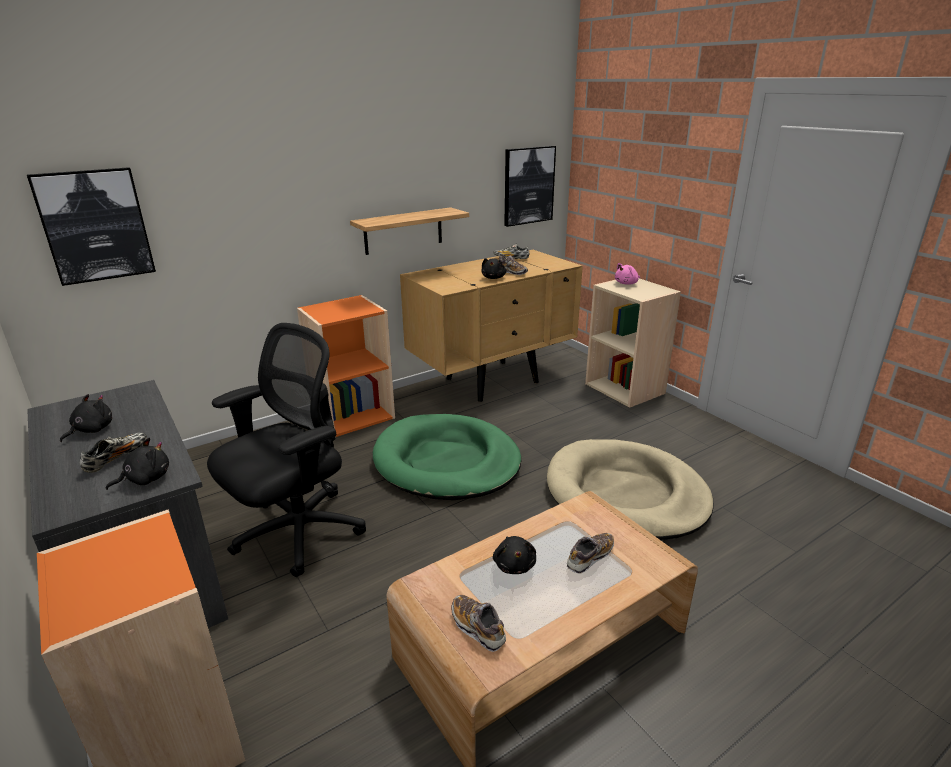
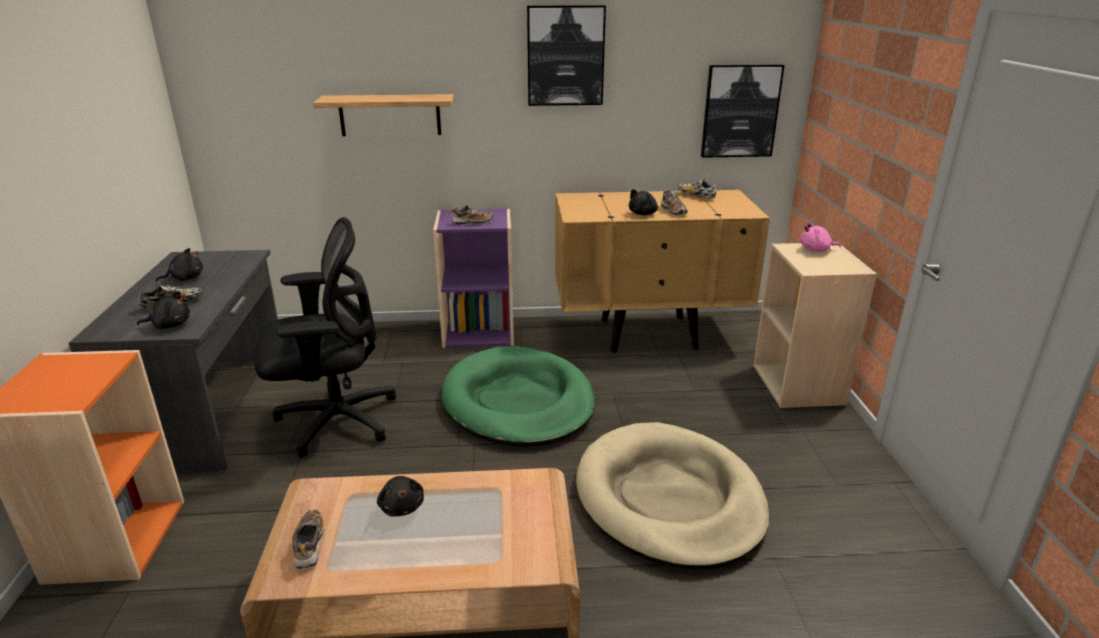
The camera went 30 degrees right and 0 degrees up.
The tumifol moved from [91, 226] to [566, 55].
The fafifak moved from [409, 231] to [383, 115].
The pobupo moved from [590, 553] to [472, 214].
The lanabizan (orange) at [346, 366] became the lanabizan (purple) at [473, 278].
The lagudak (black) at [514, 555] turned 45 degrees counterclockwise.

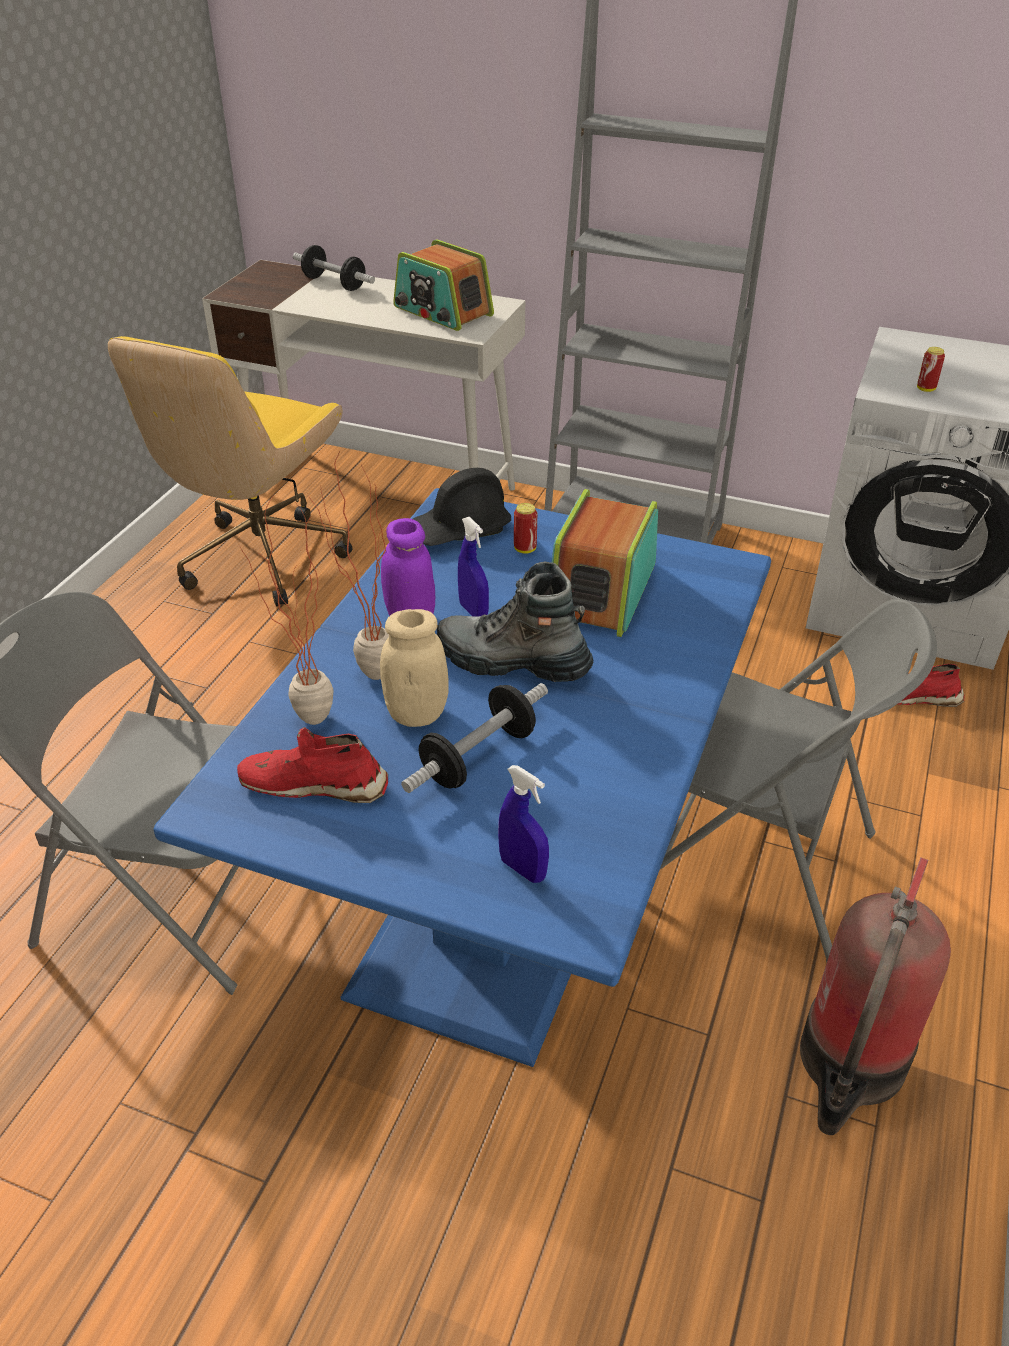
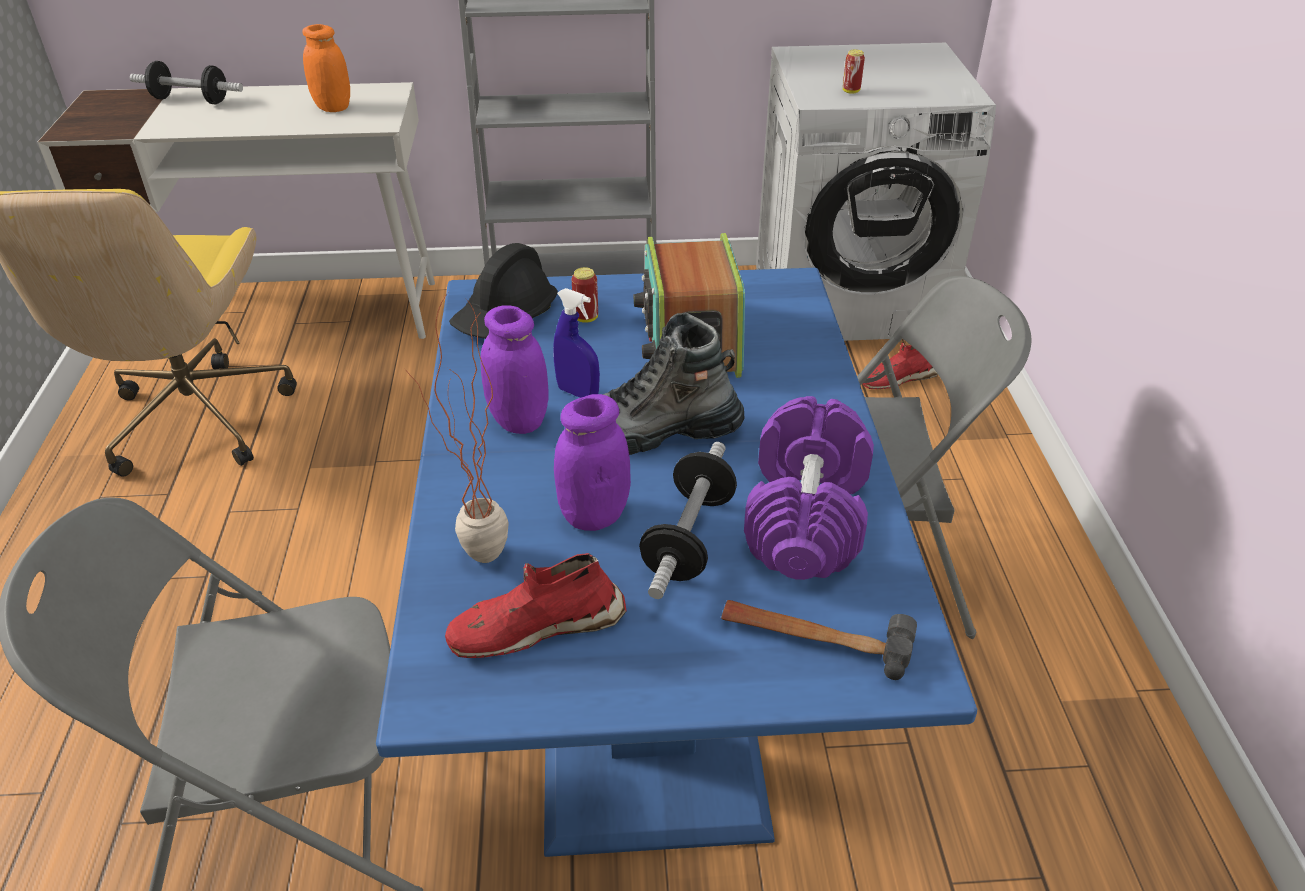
The camera went 25 degrees left and 0 degrees up.
The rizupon at [349, 565] disappeared.
The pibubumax at [875, 996] disappeared.
The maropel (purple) at [809, 488] appeared.
The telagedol at [443, 285] was replaced by the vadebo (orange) at [326, 68].
The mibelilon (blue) at [523, 824] was replaced by the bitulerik at [819, 640].
The vadebo (beige) at [414, 668] became the vadebo (purple) at [592, 462].

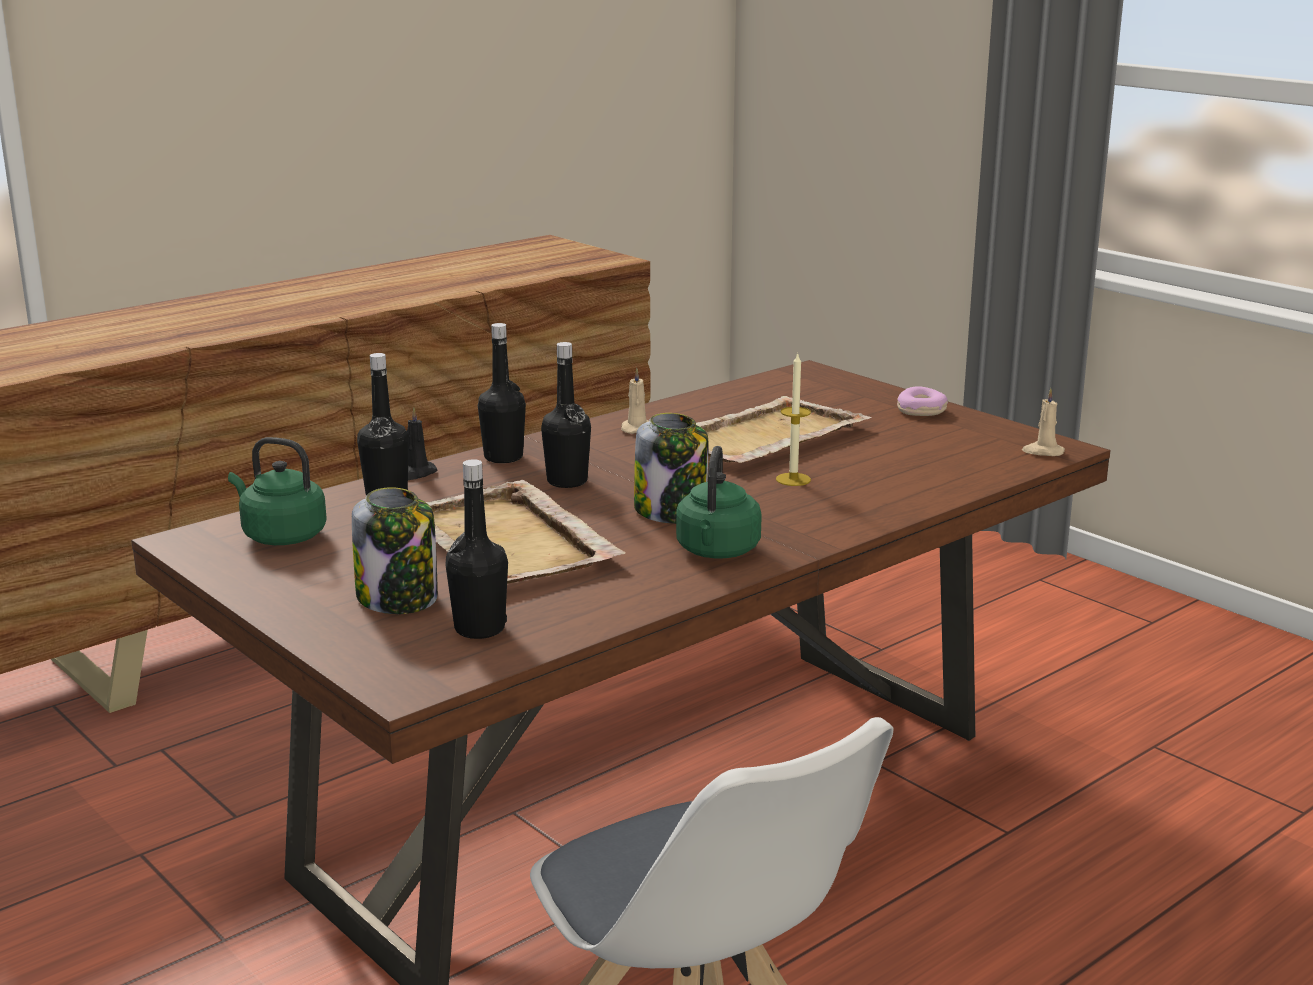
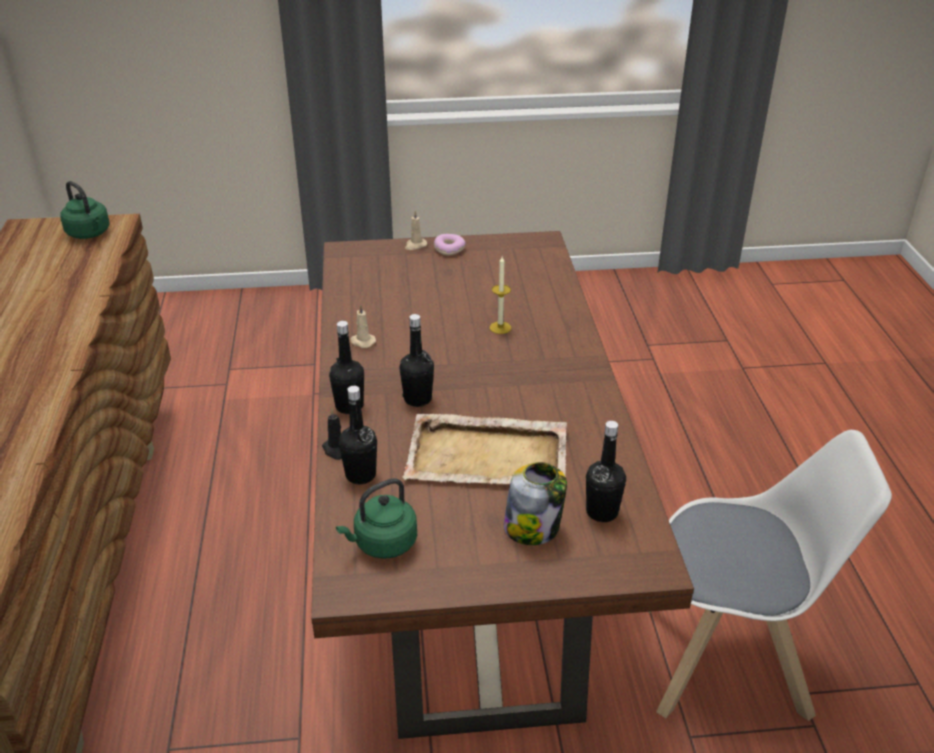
The camera went 55 degrees left and 15 degrees up.
The vadebo at [671, 468] disappeared.
The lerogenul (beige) at [784, 429] disappeared.
The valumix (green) moved from [719, 502] to [85, 210].
The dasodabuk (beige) moved from [1043, 422] to [416, 230].

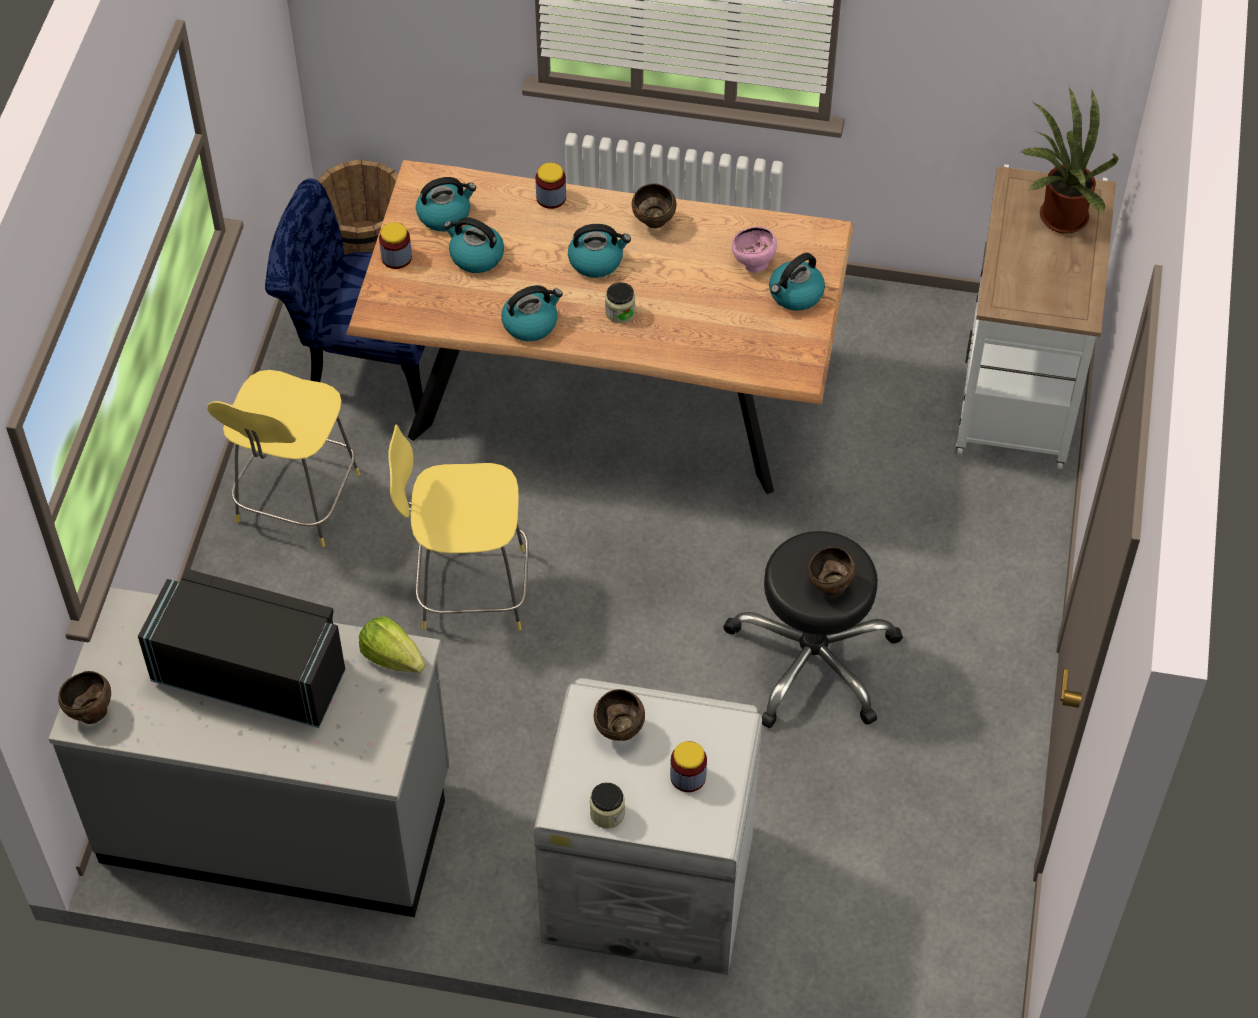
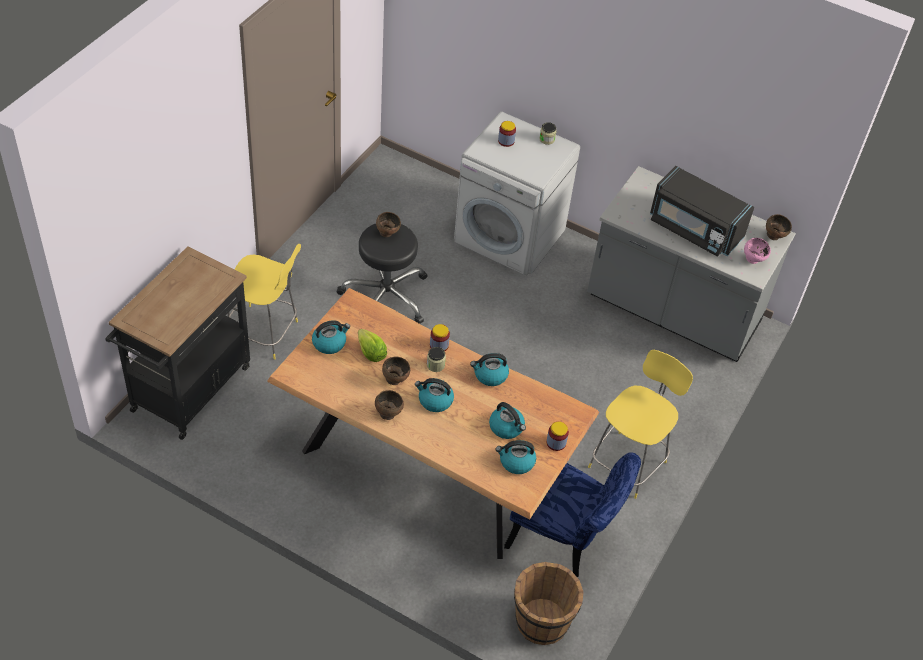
The camera went 165 degrees left and 5 degrees down.
The rizupon at [1068, 160] disappeared.
The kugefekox moved from [392, 644] to [372, 345].
The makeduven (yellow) moved from [458, 527] to [264, 301].
The vadebo moved from [550, 186] to [440, 337].
The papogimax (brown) moved from [619, 715] to [396, 371].
The papogimax (pink) moved from [754, 250] to [757, 251].
The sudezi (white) at [1035, 316] became the sudezi (black) at [177, 343].

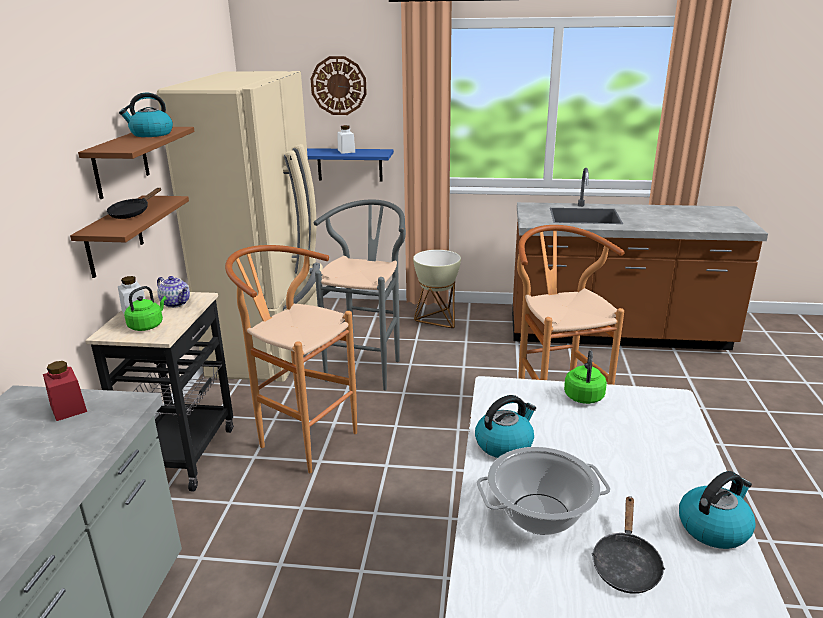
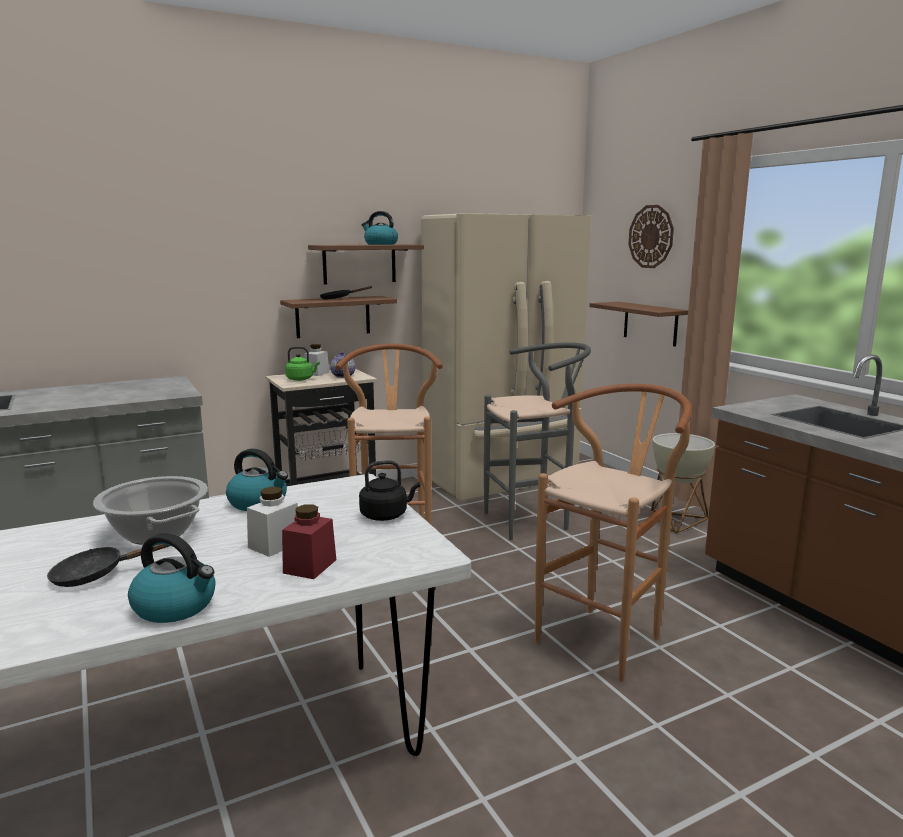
The camera went 55 degrees right and 10 degrees down.
The vadebo (red) moved from [65, 391] to [309, 541].
The vadebo (white) moved from [346, 139] to [272, 522].
The fafifak (blue) at [350, 164] became the fafifak (brown) at [638, 324].
The valumix (green) at [585, 377] became the valumix (black) at [389, 491].

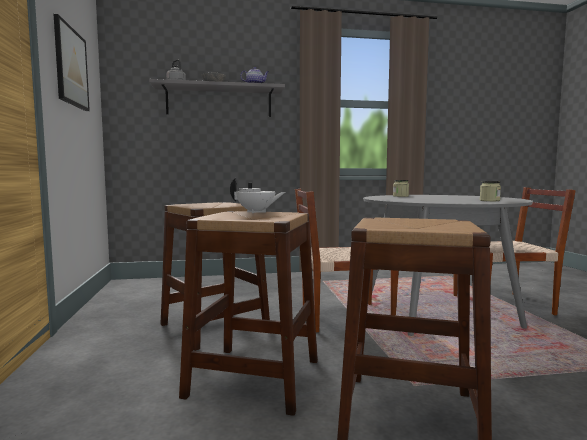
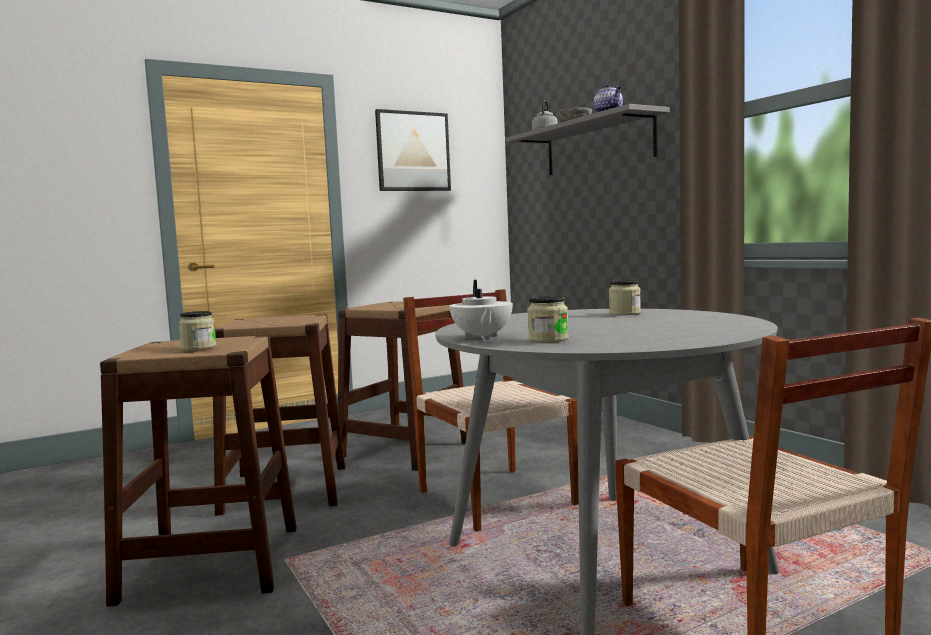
The camera went 70 degrees right and 0 degrees up.
The vadebo at [197, 330] appeared.
The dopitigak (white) moved from [257, 195] to [481, 310].

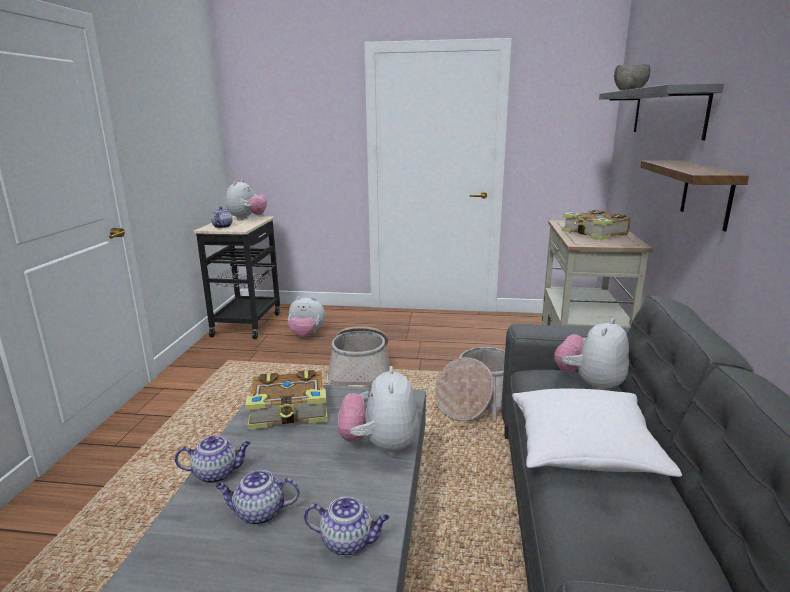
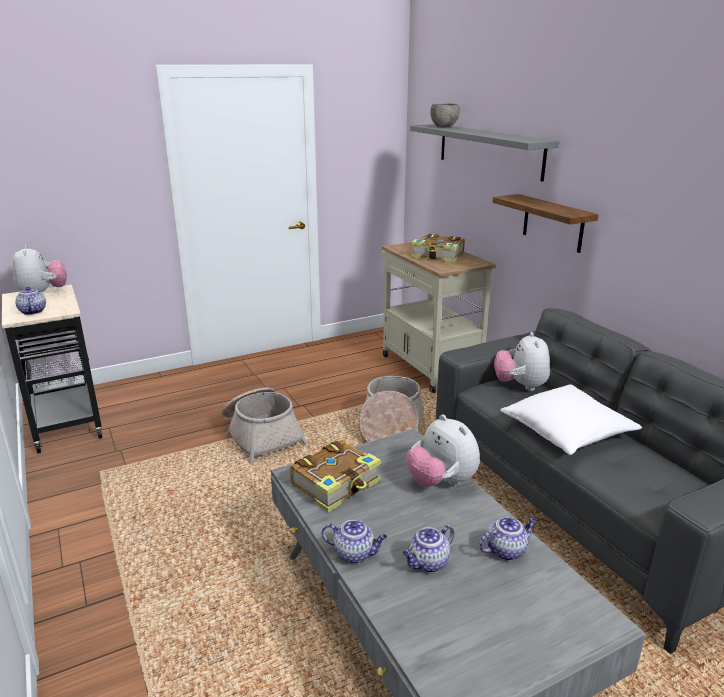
The camera went 35 degrees left and 5 degrees up.
The lagudak at [306, 317] disappeared.
The dopitigak at [213, 459] turned 60 degrees clockwise.

